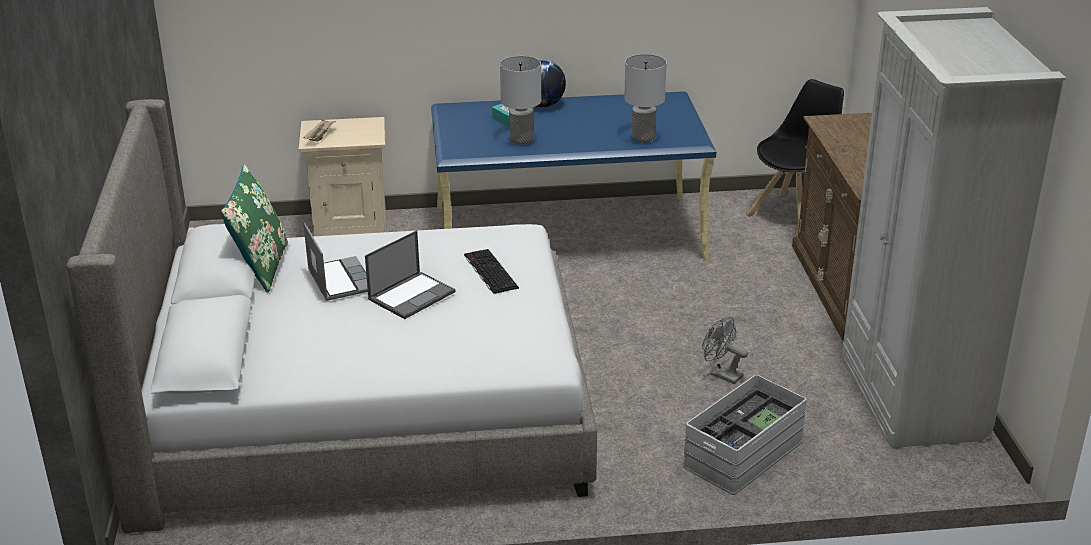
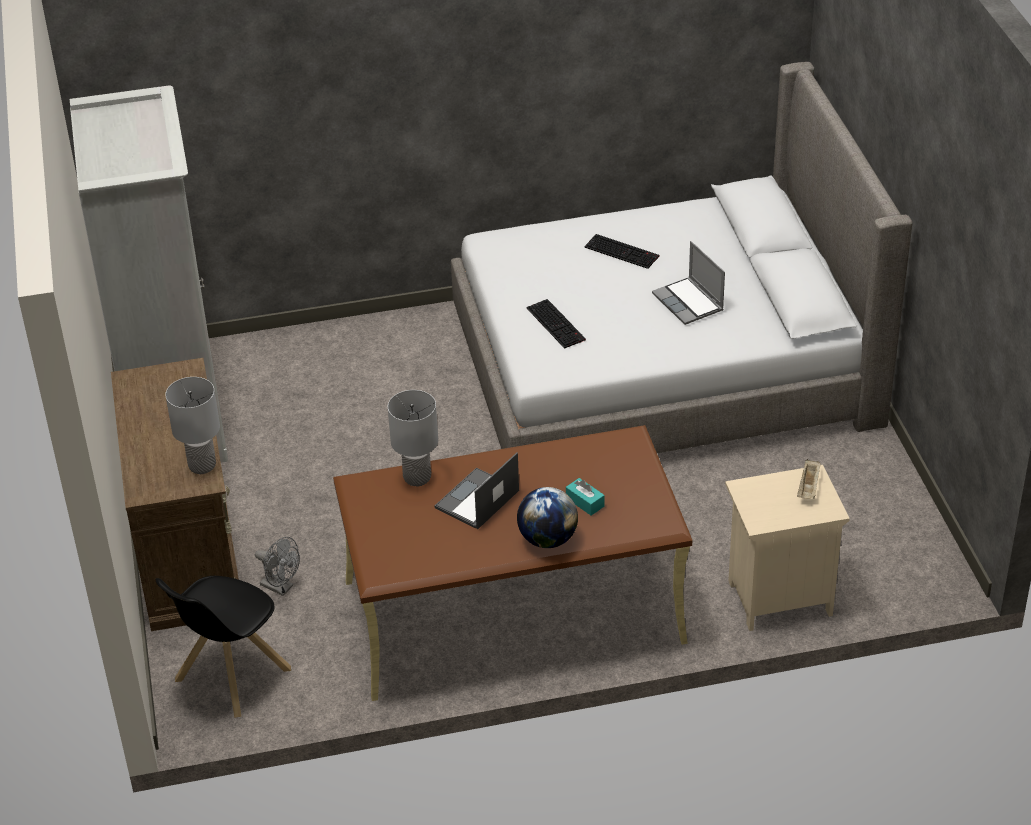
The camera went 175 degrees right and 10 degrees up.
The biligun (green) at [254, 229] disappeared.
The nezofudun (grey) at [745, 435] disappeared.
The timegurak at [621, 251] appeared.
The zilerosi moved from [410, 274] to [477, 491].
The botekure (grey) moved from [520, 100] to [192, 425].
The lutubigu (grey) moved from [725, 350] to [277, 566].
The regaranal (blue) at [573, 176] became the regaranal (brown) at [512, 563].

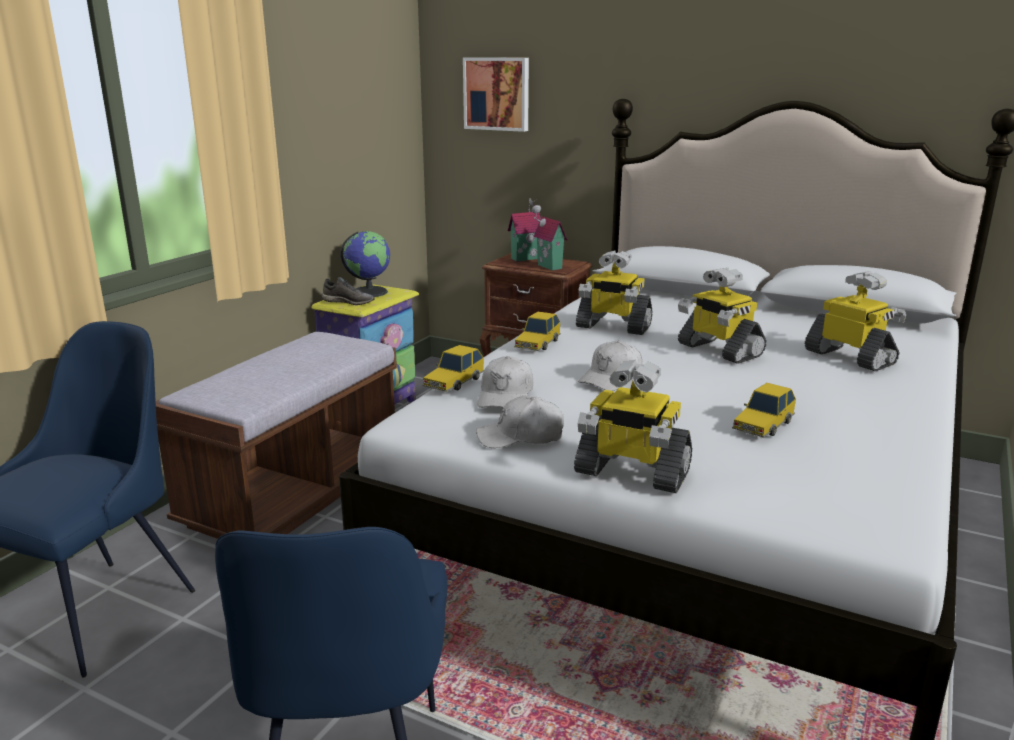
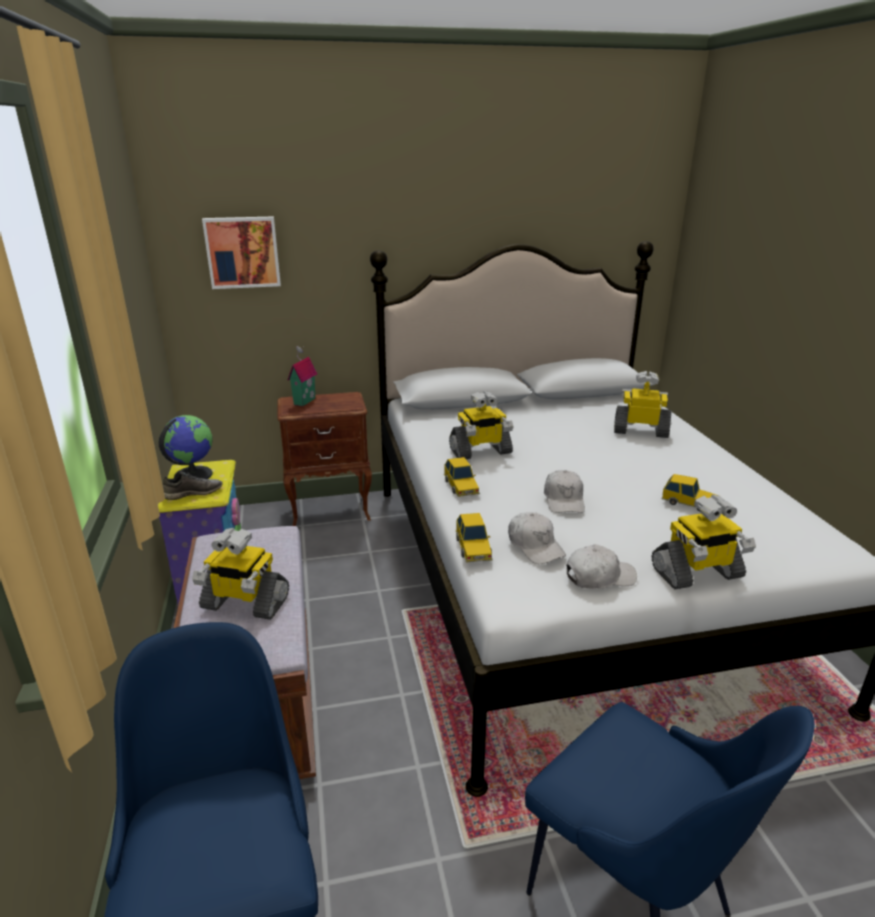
The camera went 40 degrees left and 5 degrees up.
The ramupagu at [549, 238] disappeared.
The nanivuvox moved from [722, 316] to [240, 574].
The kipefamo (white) at [520, 422] turned 150 degrees counterclockwise.
The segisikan at [764, 410] turned 60 degrees counterclockwise.

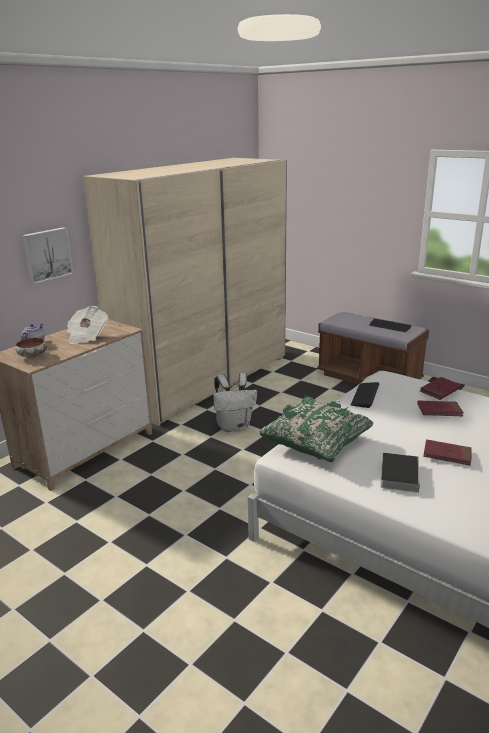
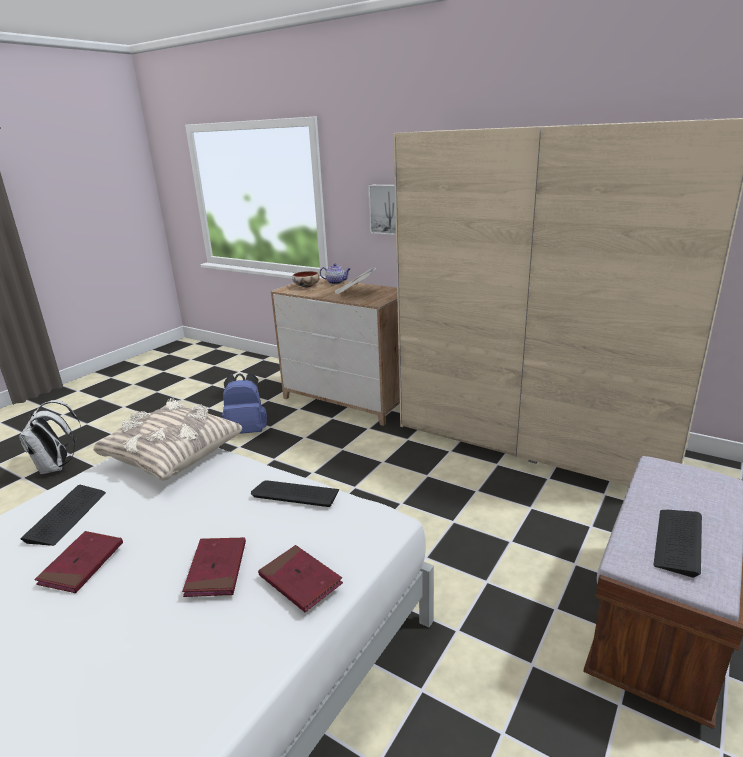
The camera went 85 degrees right and 0 degrees up.
The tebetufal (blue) at [244, 403] appeared.
The tebetufal (white) moved from [235, 402] to [50, 437].
The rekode at [400, 473] was replaced by the timegurak at [63, 515].
The biligun (green) at [316, 428] became the biligun (beige) at [167, 440].

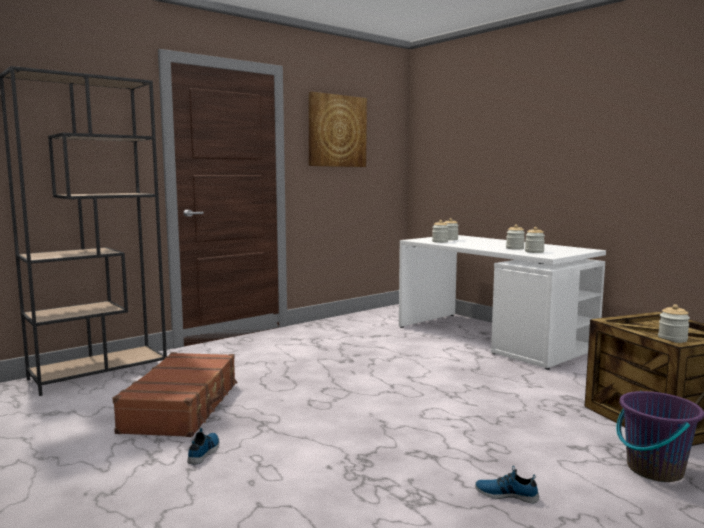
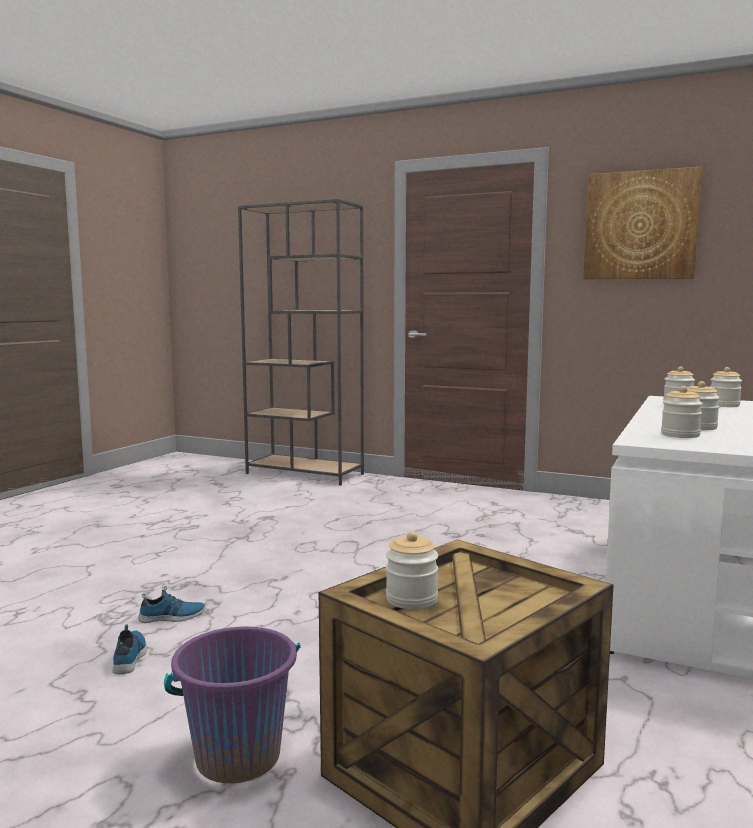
The camera went 65 degrees right and 0 degrees up.
The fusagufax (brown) at [175, 394] disappeared.
The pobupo moved from [203, 446] to [172, 604].

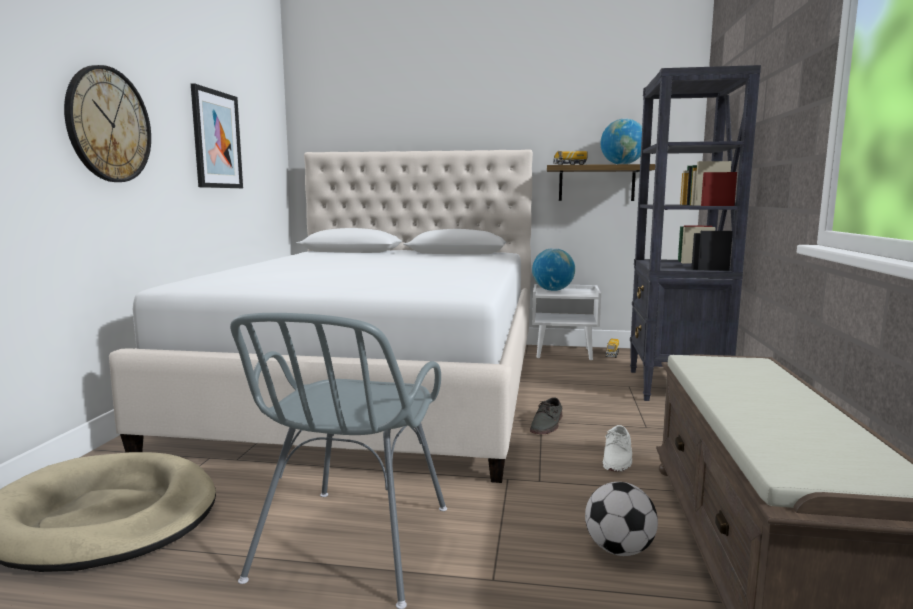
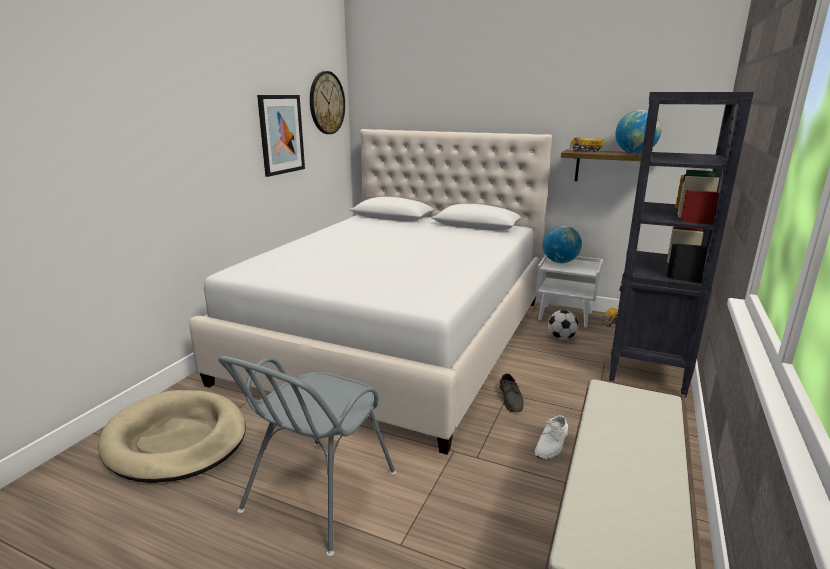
The camera went 15 degrees right and 10 degrees up.
The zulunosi moved from [107, 123] to [327, 102].
The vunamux moved from [621, 519] to [563, 325].
The pobupo (grey) at [546, 415] turned 45 degrees counterclockwise.

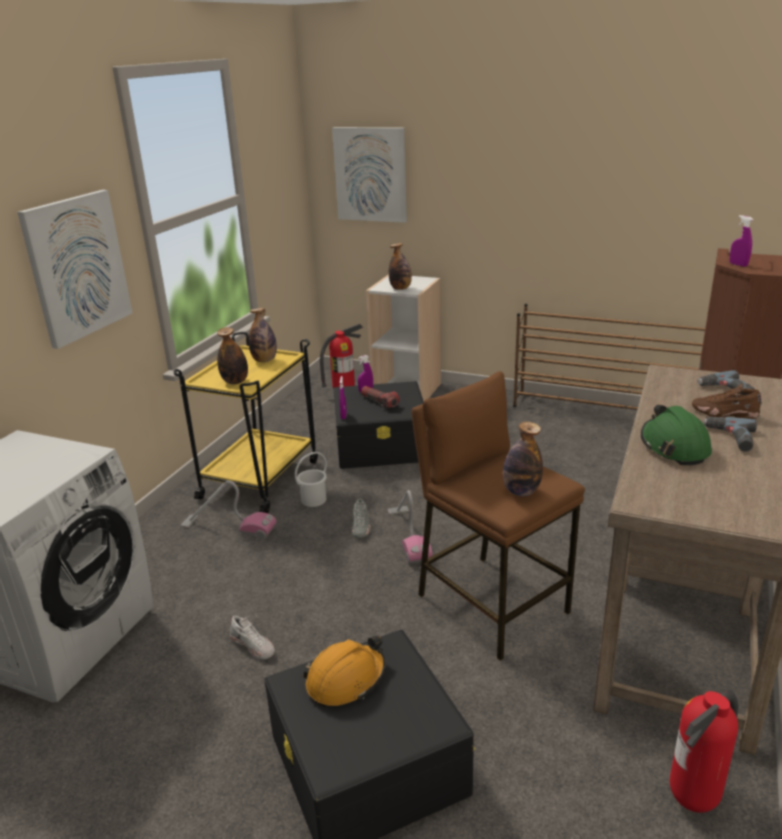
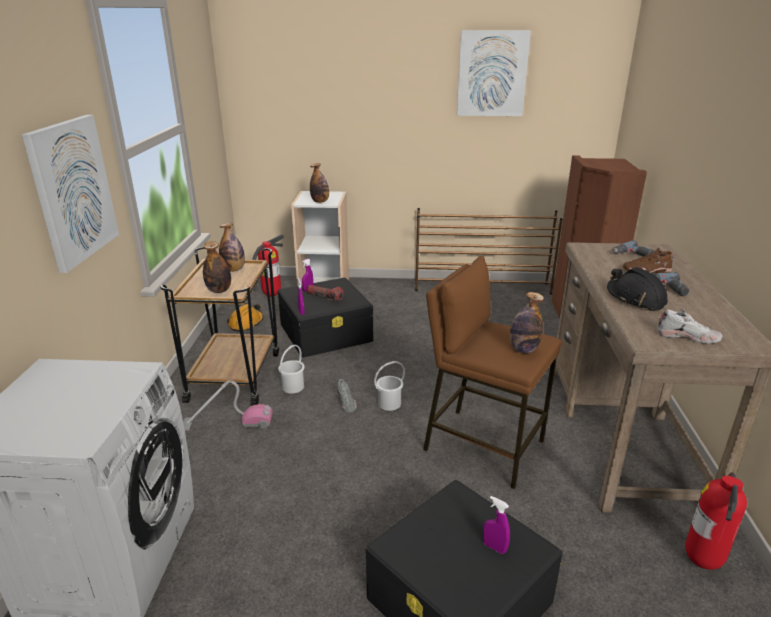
The camera went 20 degrees left and 0 degrees up.
The pobupo (white) moved from [252, 637] to [689, 326].
The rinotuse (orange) moved from [344, 671] to [245, 318].
The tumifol moved from [369, 175] to [494, 73].
The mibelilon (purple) moved from [741, 241] to [496, 525].
The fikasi at [410, 527] was replaced by the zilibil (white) at [389, 386].
The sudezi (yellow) at [245, 422] became the sudezi (brown) at [219, 326].
The rinotuse (green) at [676, 435] became the rinotuse (black) at [637, 289].

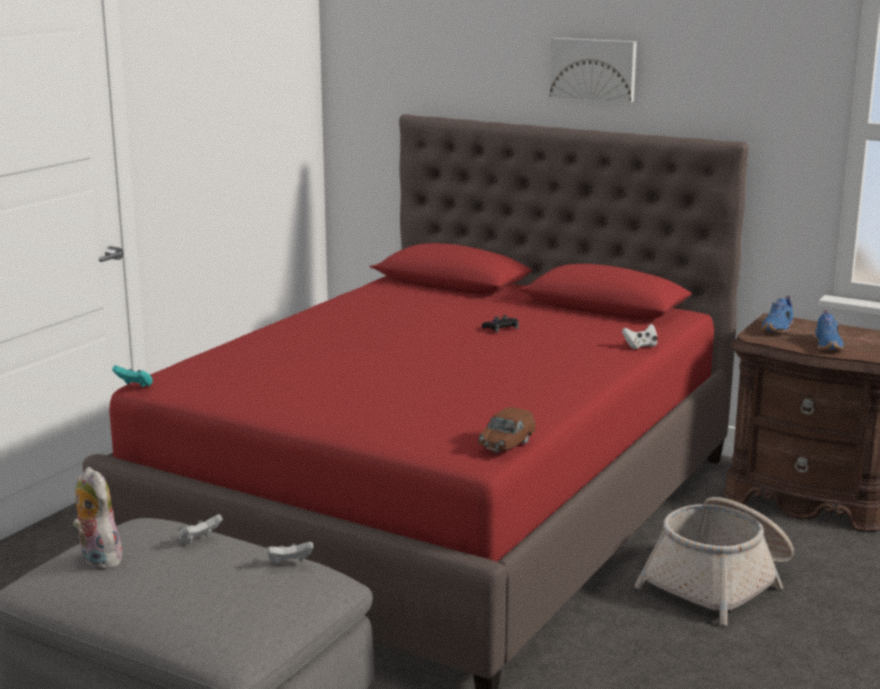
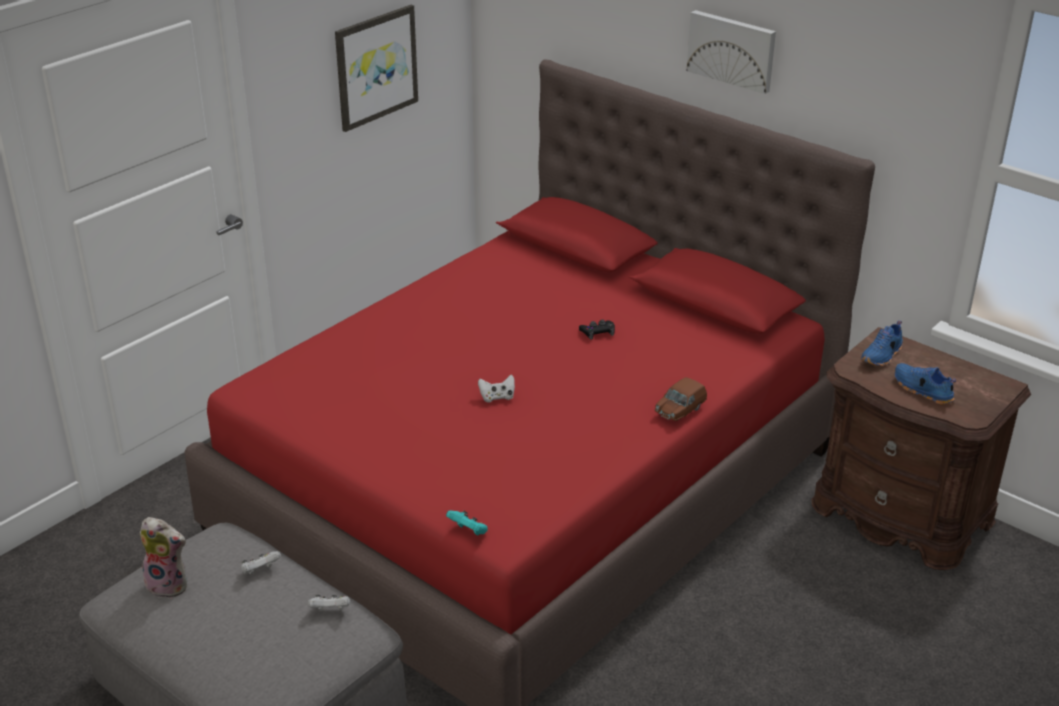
The camera went 10 degrees right and 15 degrees up.
The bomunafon at [714, 561] disappeared.
The tumifol at [376, 68] appeared.
The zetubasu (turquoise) moved from [132, 376] to [467, 523].
The segisikan (brown) moved from [507, 430] to [681, 399].
The zetubasu (white) moved from [639, 336] to [496, 388].
The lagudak at [97, 518] turned 135 degrees clockwise.
The pobupo (blue) at [829, 330] turned 120 degrees clockwise.

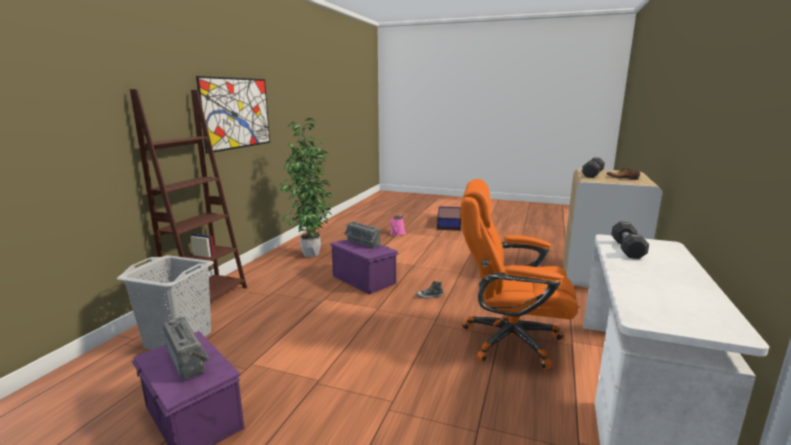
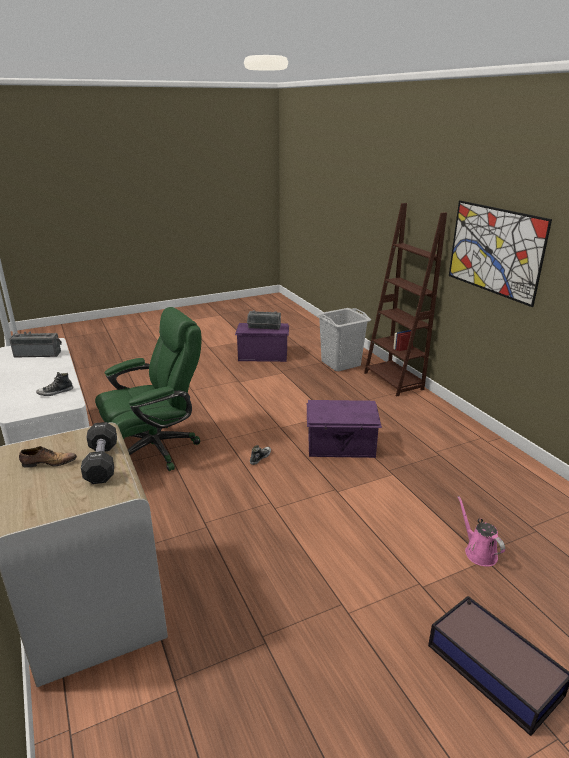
The camera went 135 degrees right and 10 degrees up.
The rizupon at [306, 187] disappeared.
The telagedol moved from [362, 234] to [35, 344].
The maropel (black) at [630, 240] was replaced by the pobupo at [54, 384].
The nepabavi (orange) at [519, 274] became the nepabavi (green) at [148, 389].

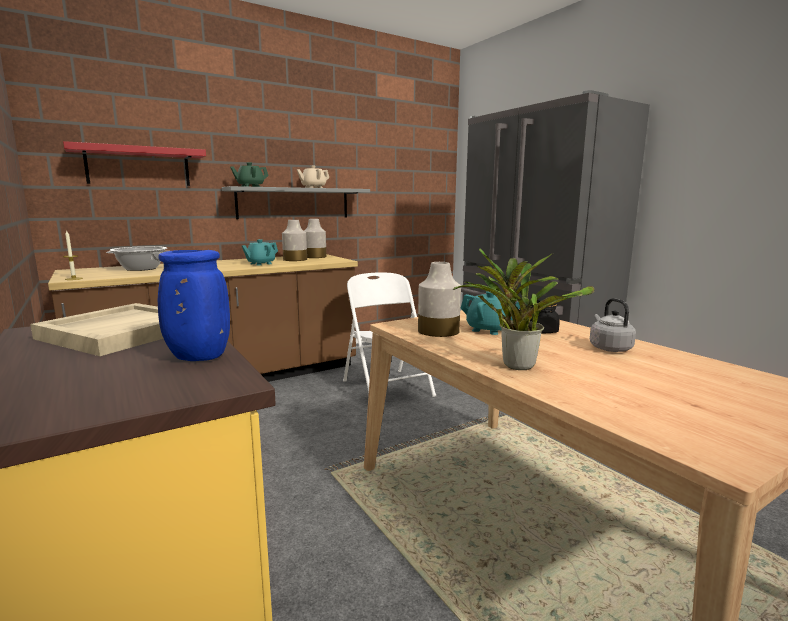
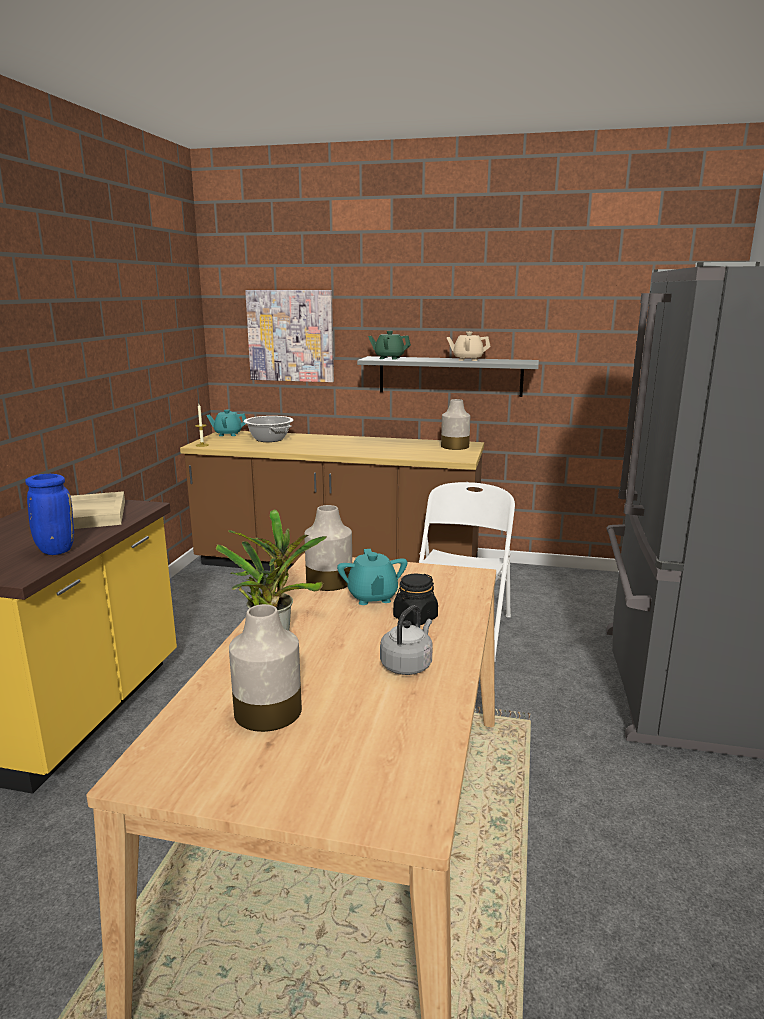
The camera went 45 degrees right and 5 degrees up.
The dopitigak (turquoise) moved from [260, 252] to [226, 422].
The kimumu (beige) moved from [294, 240] to [265, 668].
The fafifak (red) at [134, 163] was replaced by the tumifol at [289, 336].

